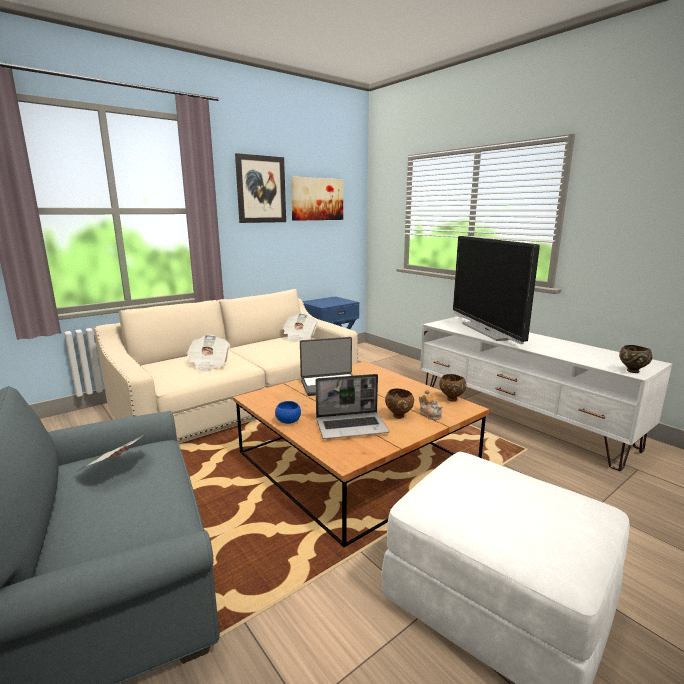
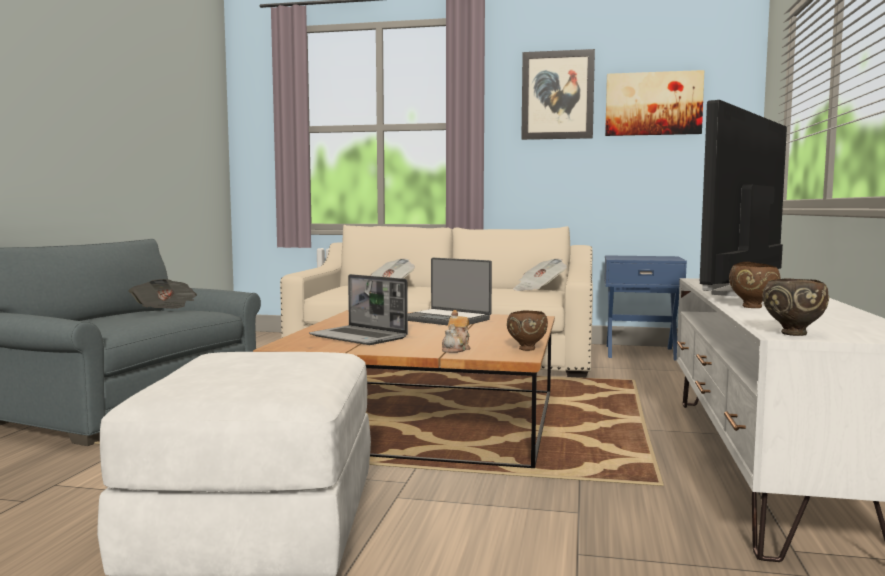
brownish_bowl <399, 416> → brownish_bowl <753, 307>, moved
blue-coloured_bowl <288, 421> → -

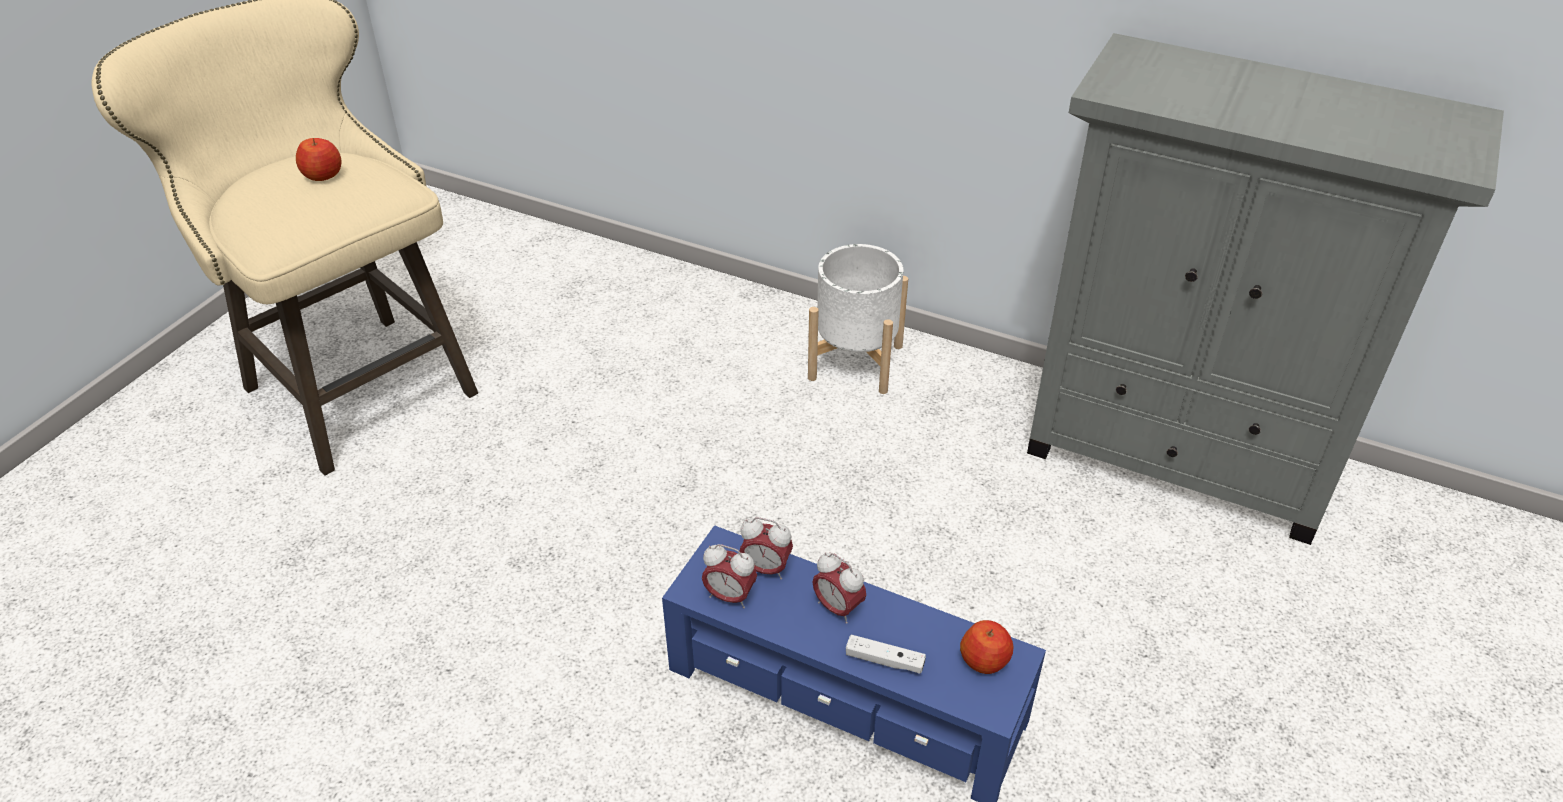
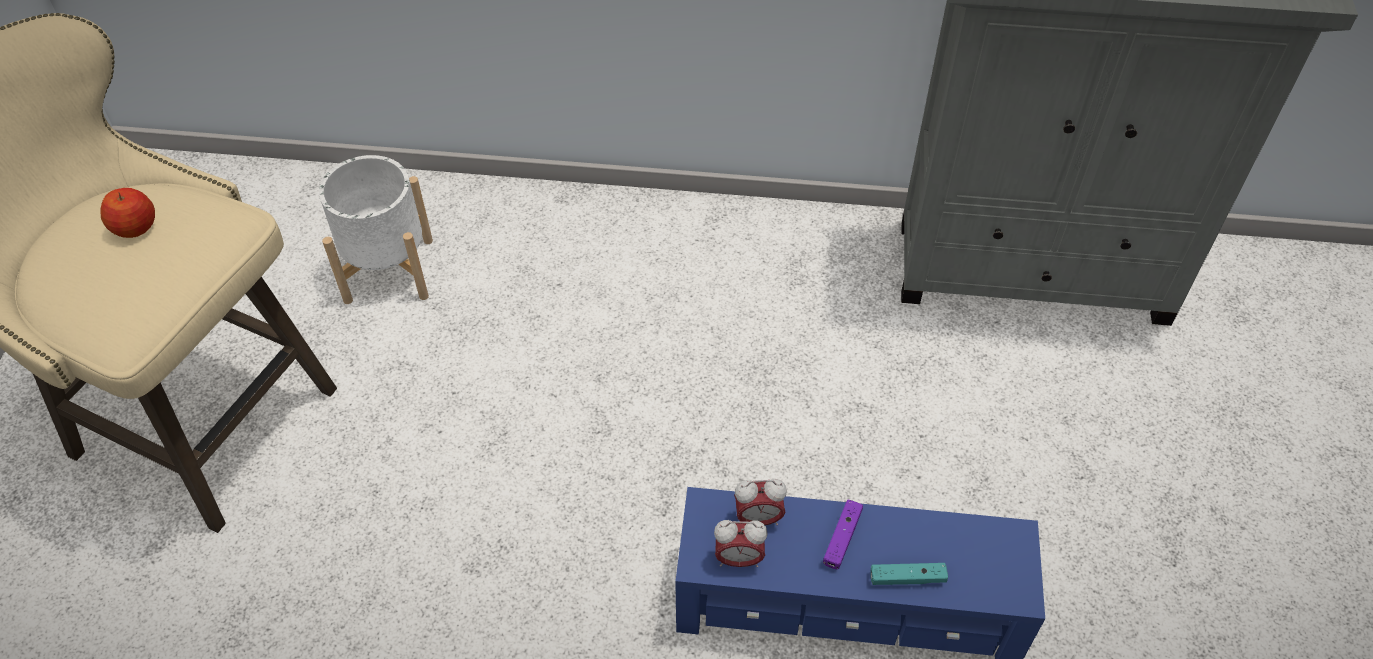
white_flower_pot <856, 362> → white_flower_pot <389, 270>, moved
table_clock <837, 608> → purple_gamepad <842, 538>
apple_fruit <985, 660> → -
white_gamepad <884, 660> → blue-green_gamepad <907, 578>

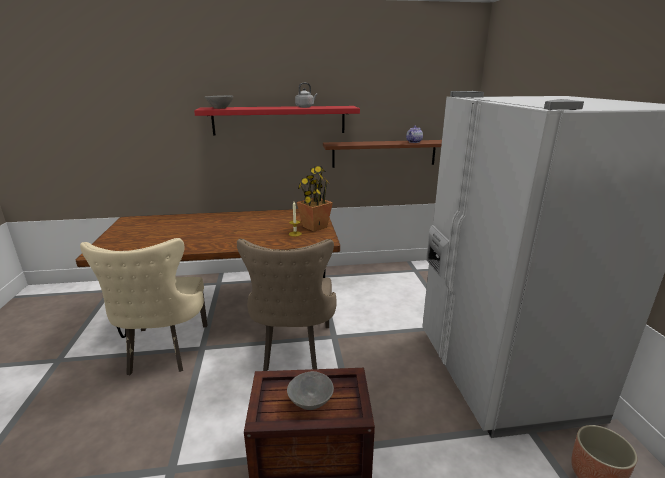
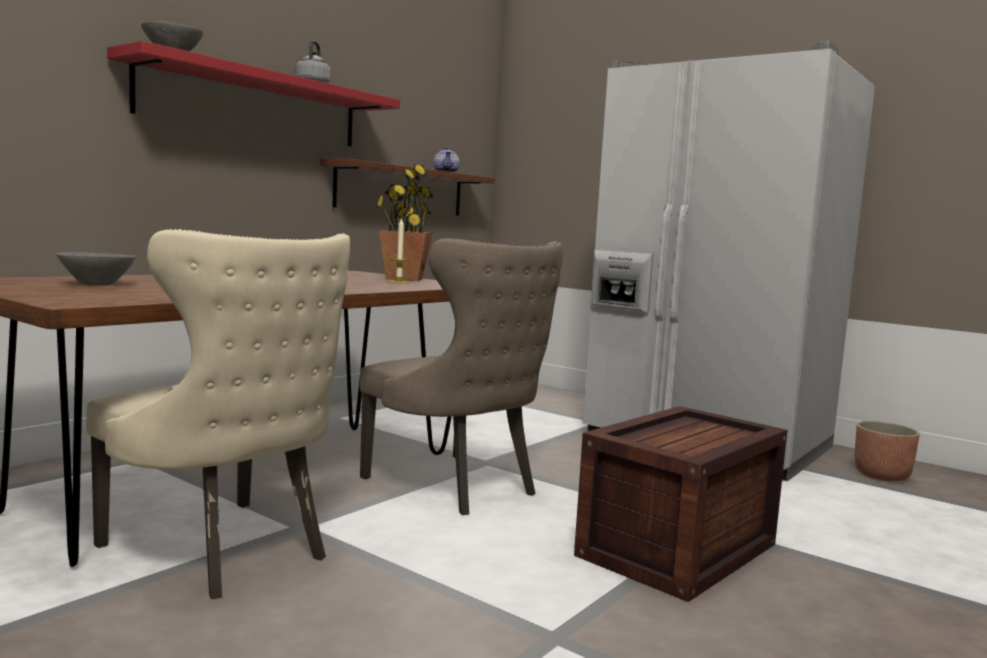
grey_bowl <311, 402> → grey_bowl <97, 284>, moved

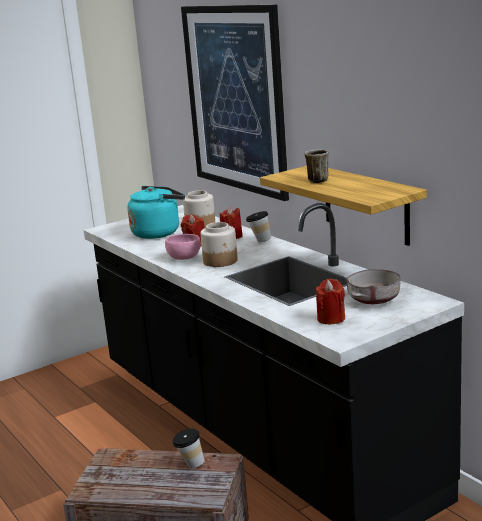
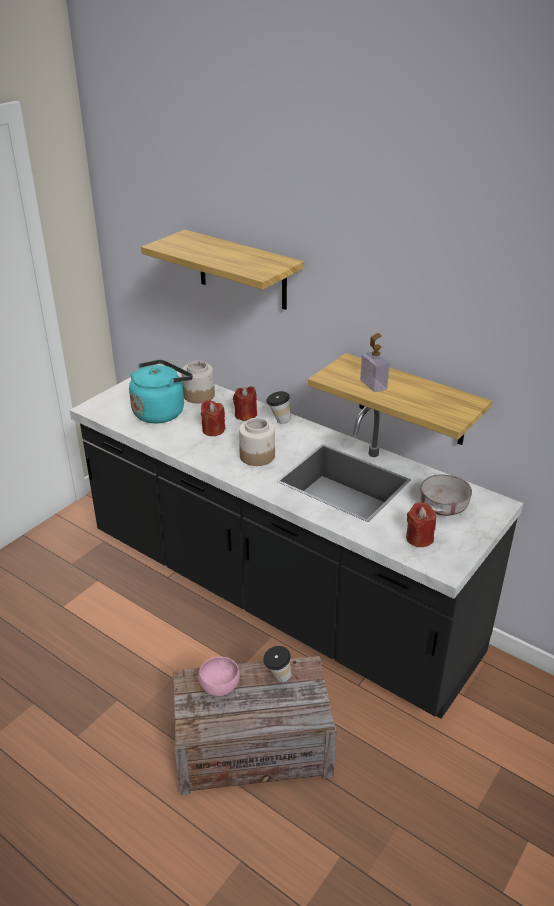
picture <235, 99> → wall_shelf <242, 270>
mug <317, 180> → liquid_soap_bottle <373, 385>
pink_bowl <184, 258> → pink_bowl <219, 687>, moved

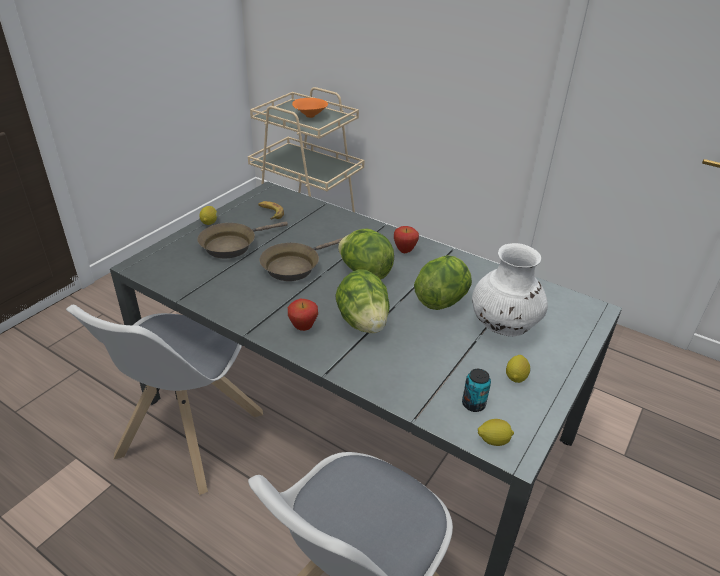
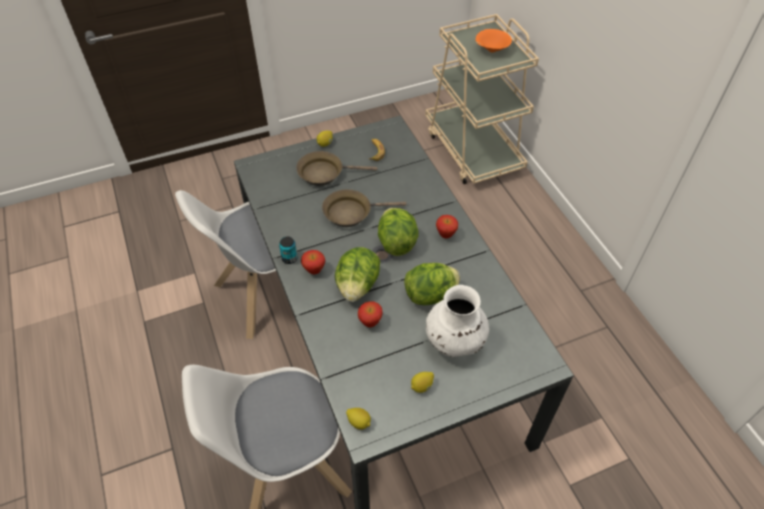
metal_can <473, 404> → metal_can <289, 258>, moved
- → apple_fruit <370, 323>

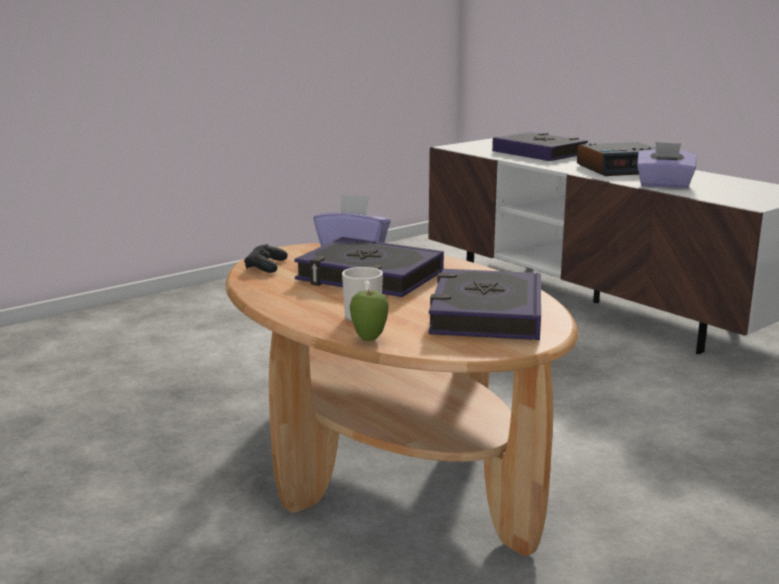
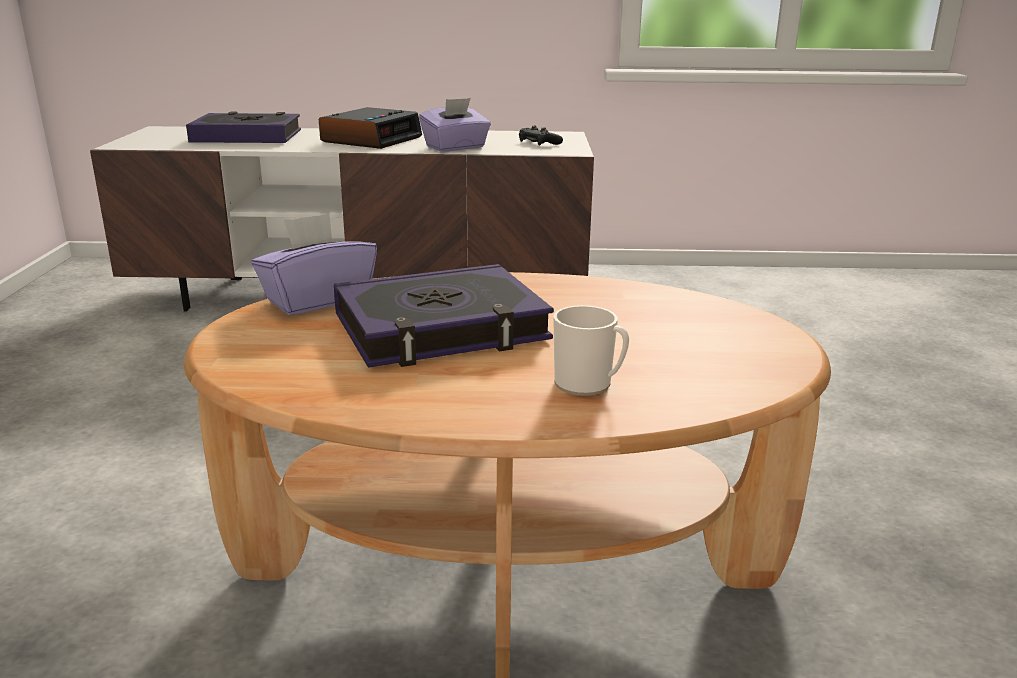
black-coloured_gamepad <266, 266> → black-coloured_gamepad <539, 143>, moved
book <486, 315> → -
apple_fruit <369, 339> → -

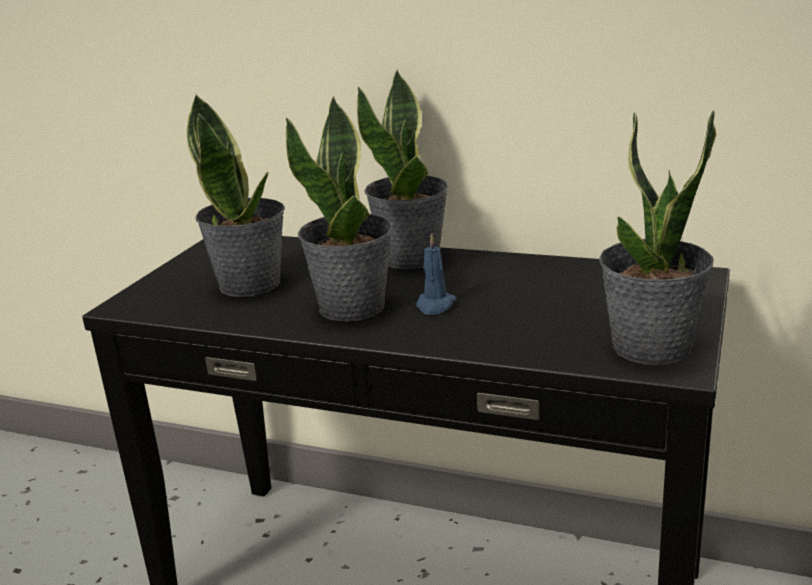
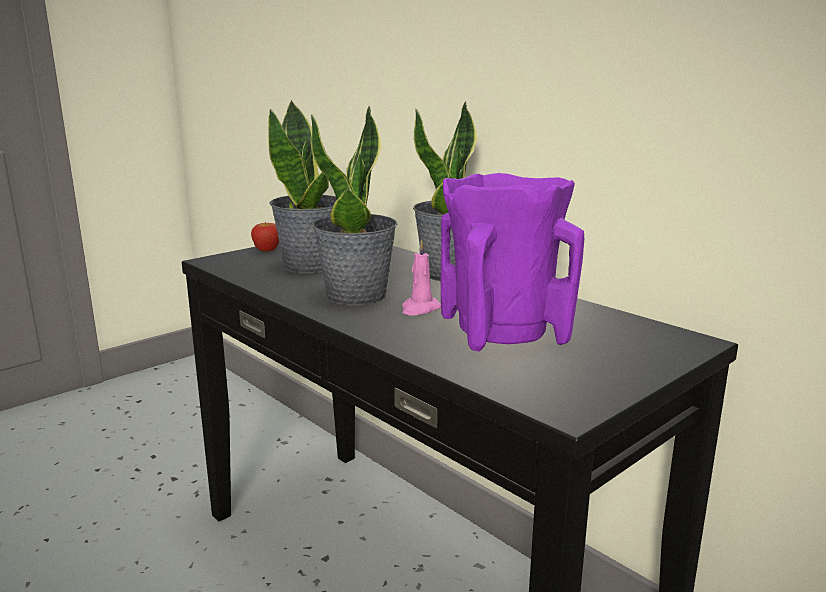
potted_plant <651, 347> → -
blue-coloured_wax_light <435, 305> → pink_wax_light <420, 309>
- → purple_decorative_vase <504, 332>
- → apple_fruit <267, 250>

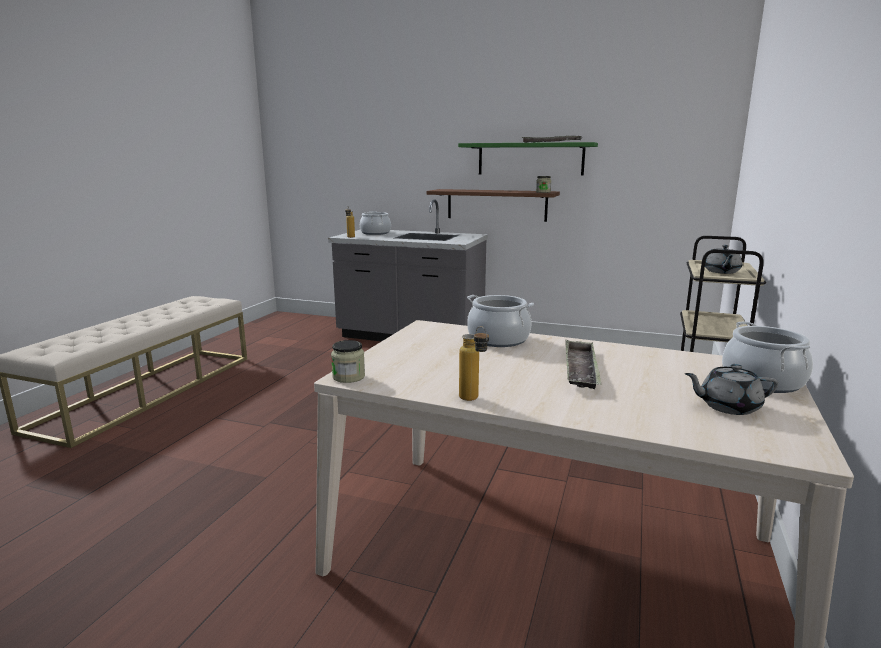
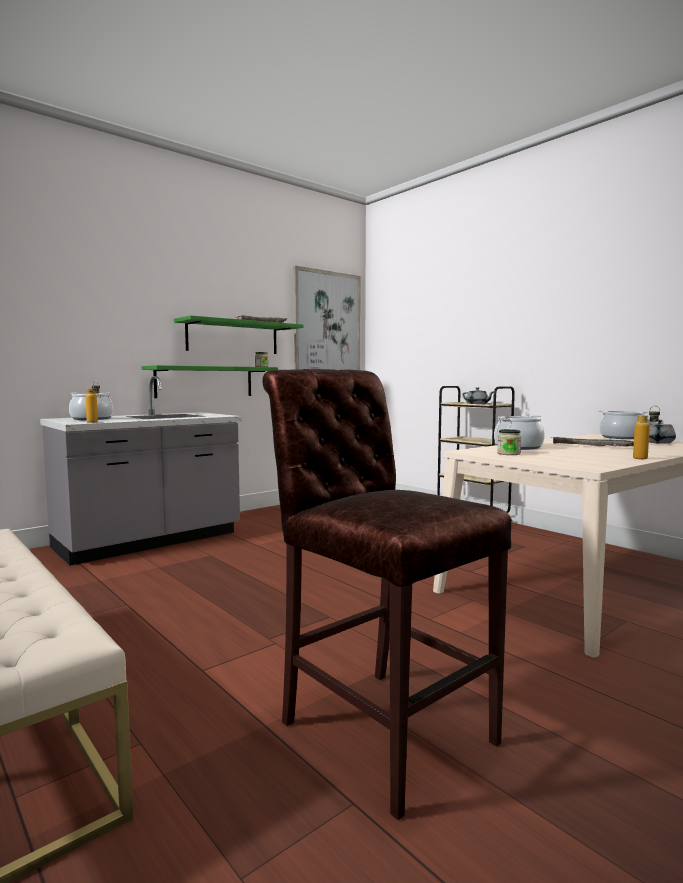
brownish_wall_shelf <496, 205> → green_wall_shelf <205, 382>
storage_jar <348, 377> → storage_jar <508, 453>, moved
- → picture <327, 327>
- → brownish_stool <379, 725>

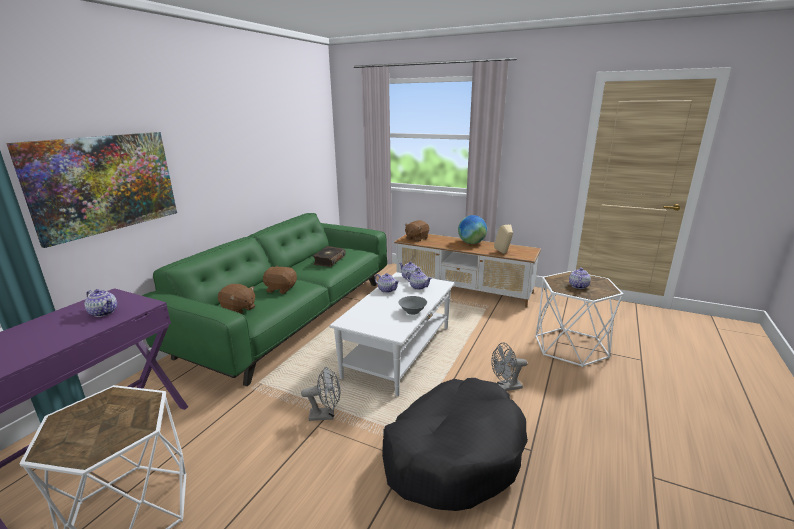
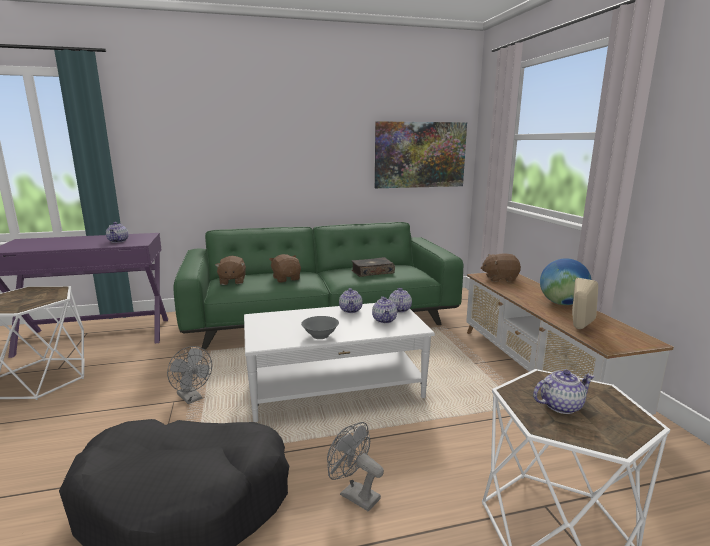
picture <104, 184> → picture <420, 155>, moved

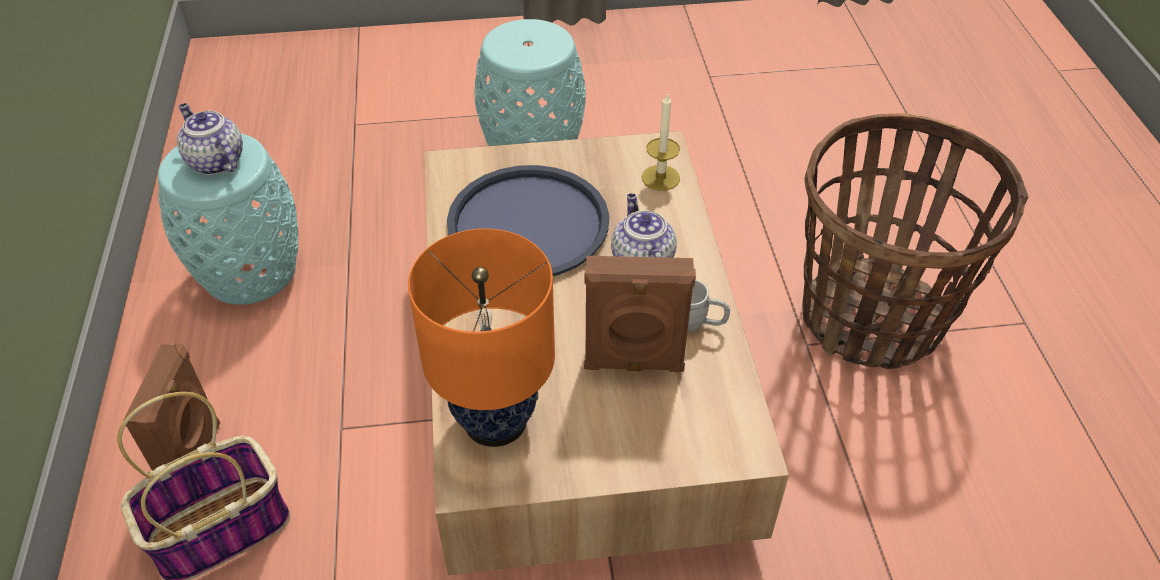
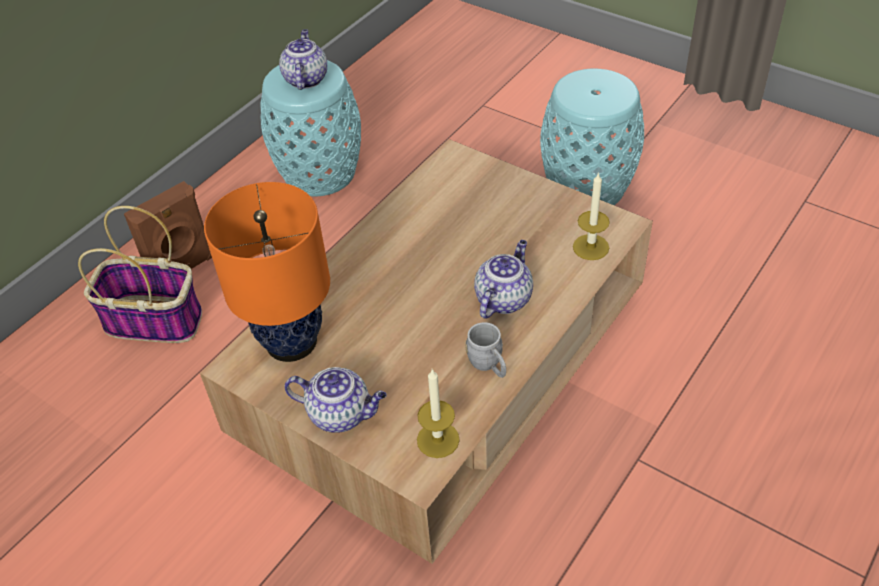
storage_basket <871, 318> → -
blue-coloured_serving_tray <528, 224> → -
brownish_speaker <633, 364> → -
- → tea_pot <341, 414>
- → wax_light <438, 439>

